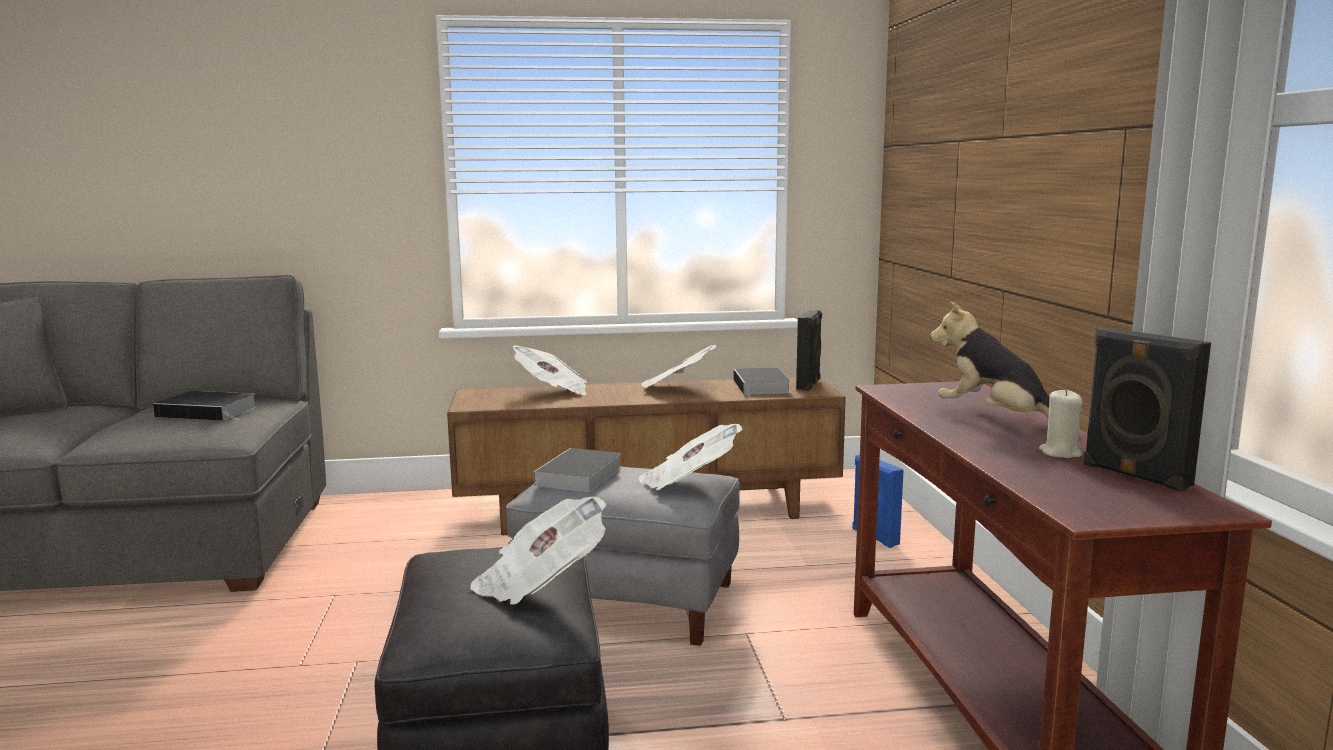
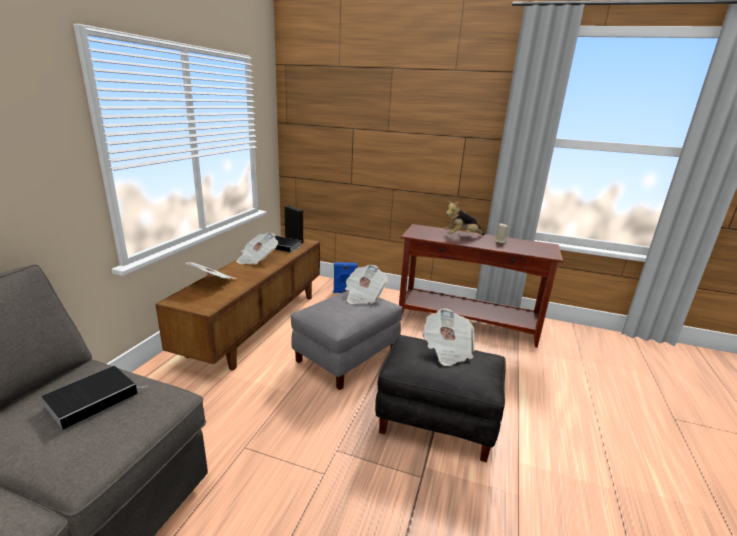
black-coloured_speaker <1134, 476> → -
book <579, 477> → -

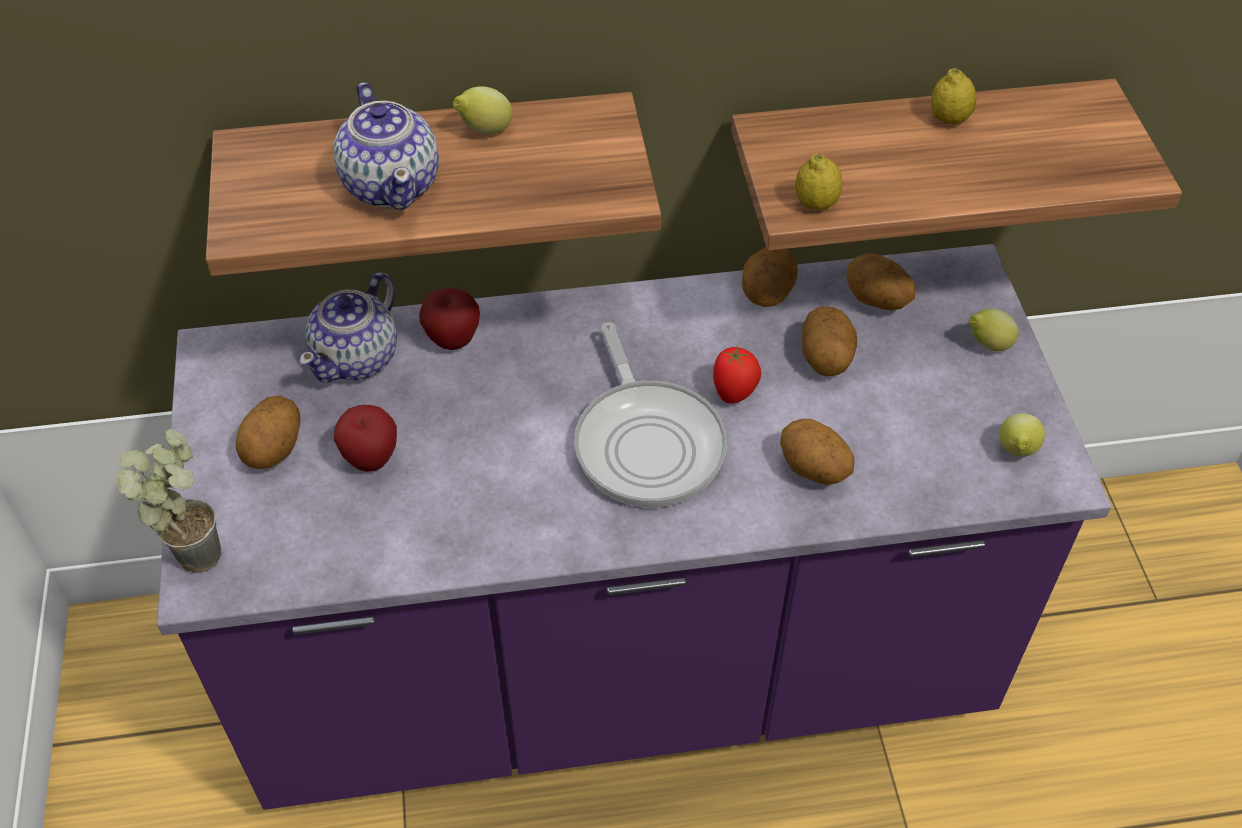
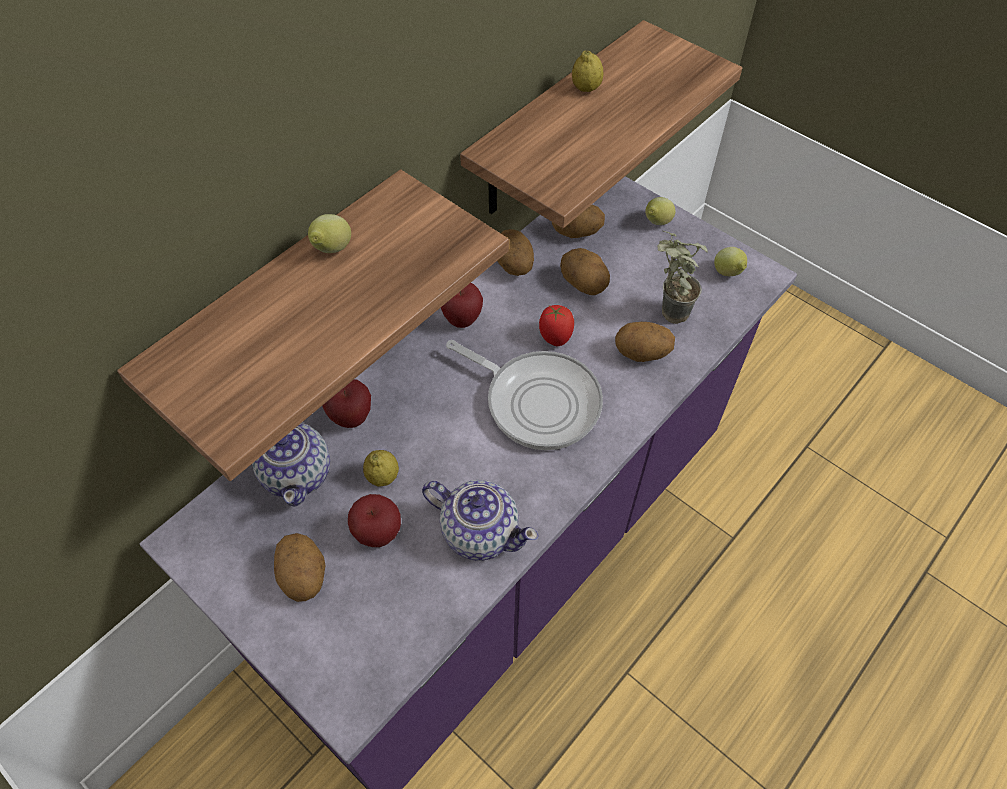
tea_pot <392, 184> → tea_pot <479, 531>, moved
citrus_fruit <816, 203> → citrus_fruit <383, 477>, moved
potted_plant <195, 546> → potted_plant <666, 311>, moved
- → apple_fruit <462, 319>

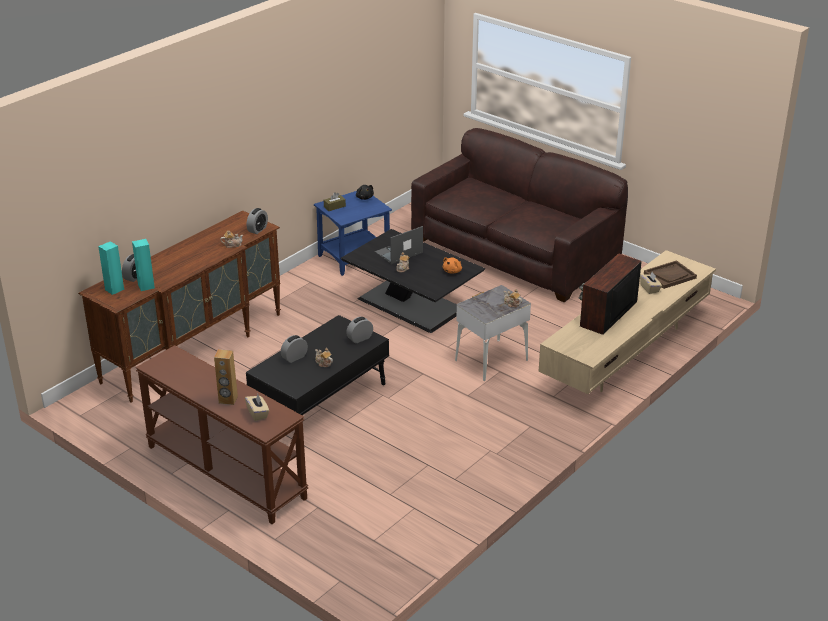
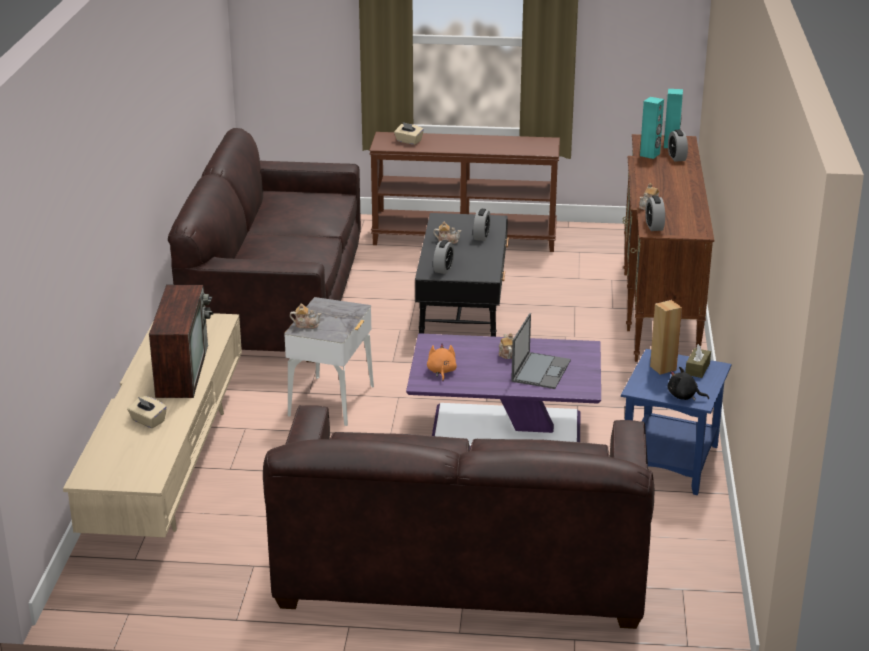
black-coloured_lounge_table <413, 304> → purple_lounge_table <503, 429>
brownish_serving_tray <670, 276> → -
brownish_speaker <228, 400> → brownish_speaker <663, 368>, moved
- → brownish_settee <277, 298>

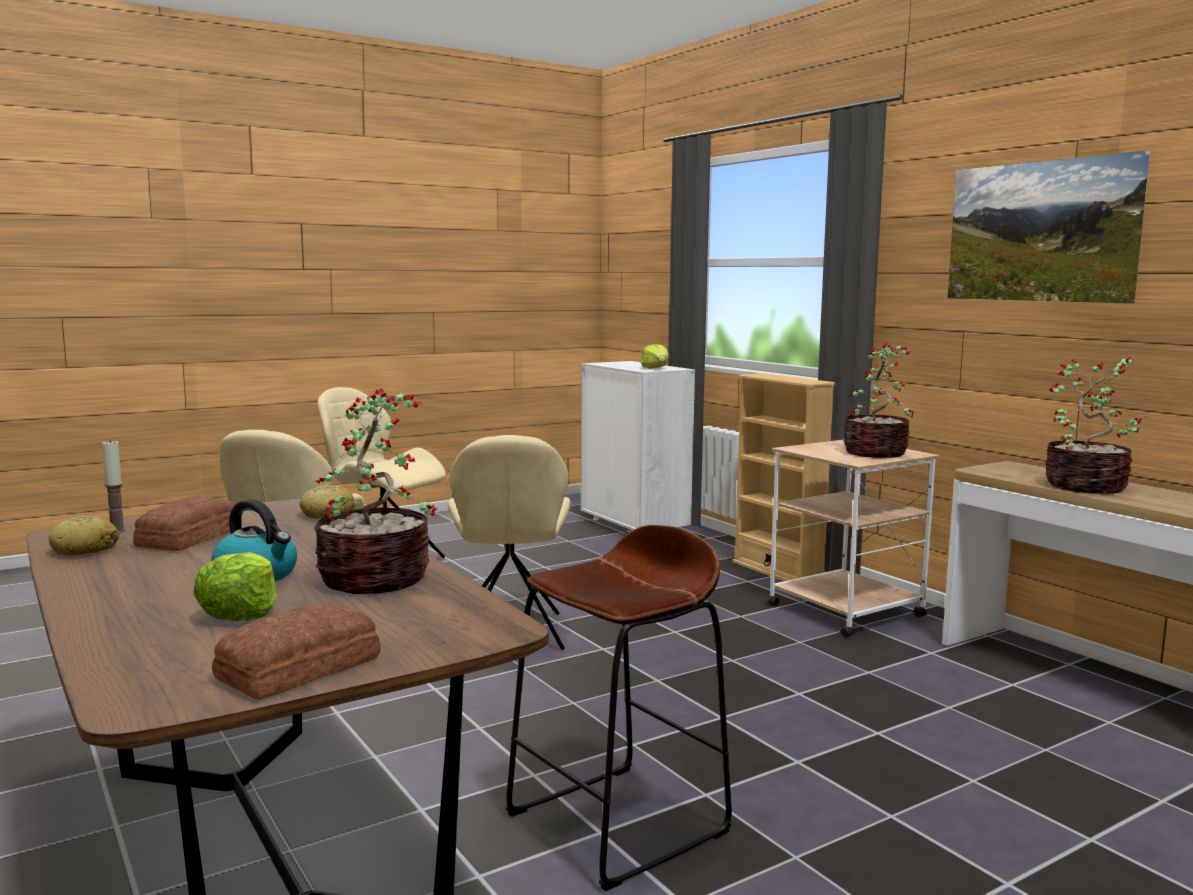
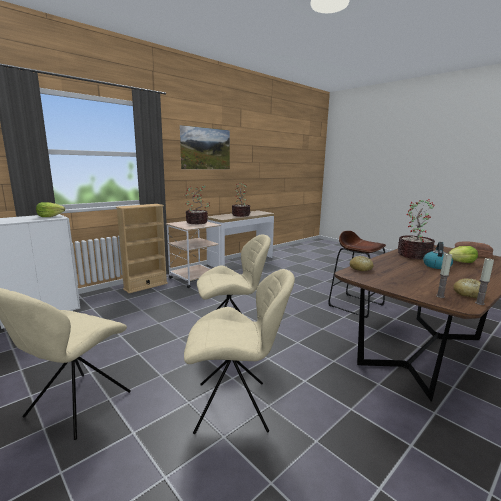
bakery_bread <187, 538> → -
- → wax_light <479, 303>

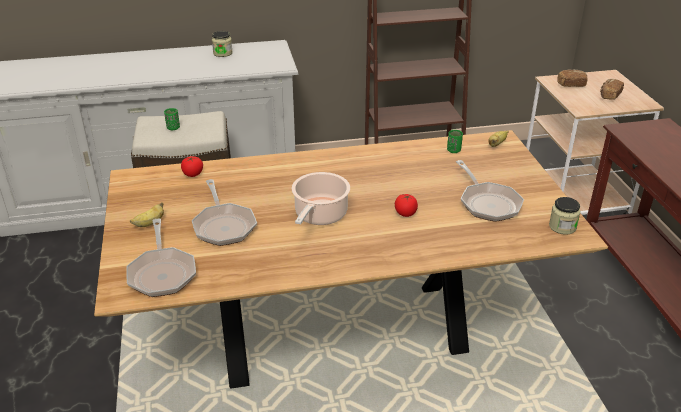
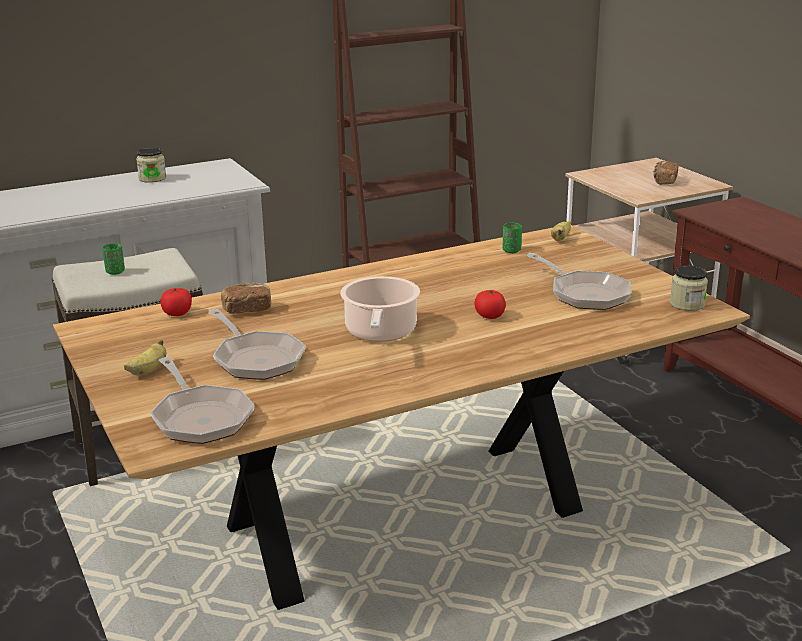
bakery_bread <571, 85> → bakery_bread <247, 310>, moved

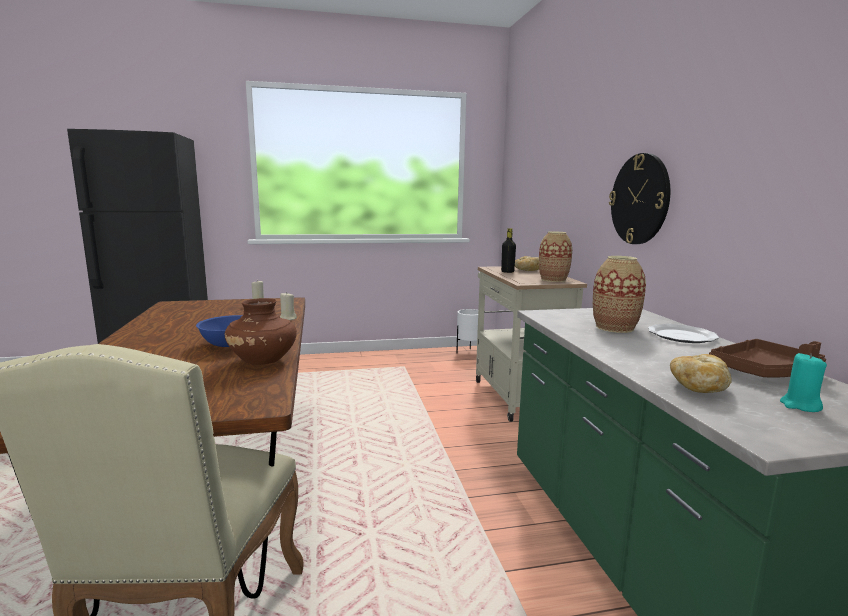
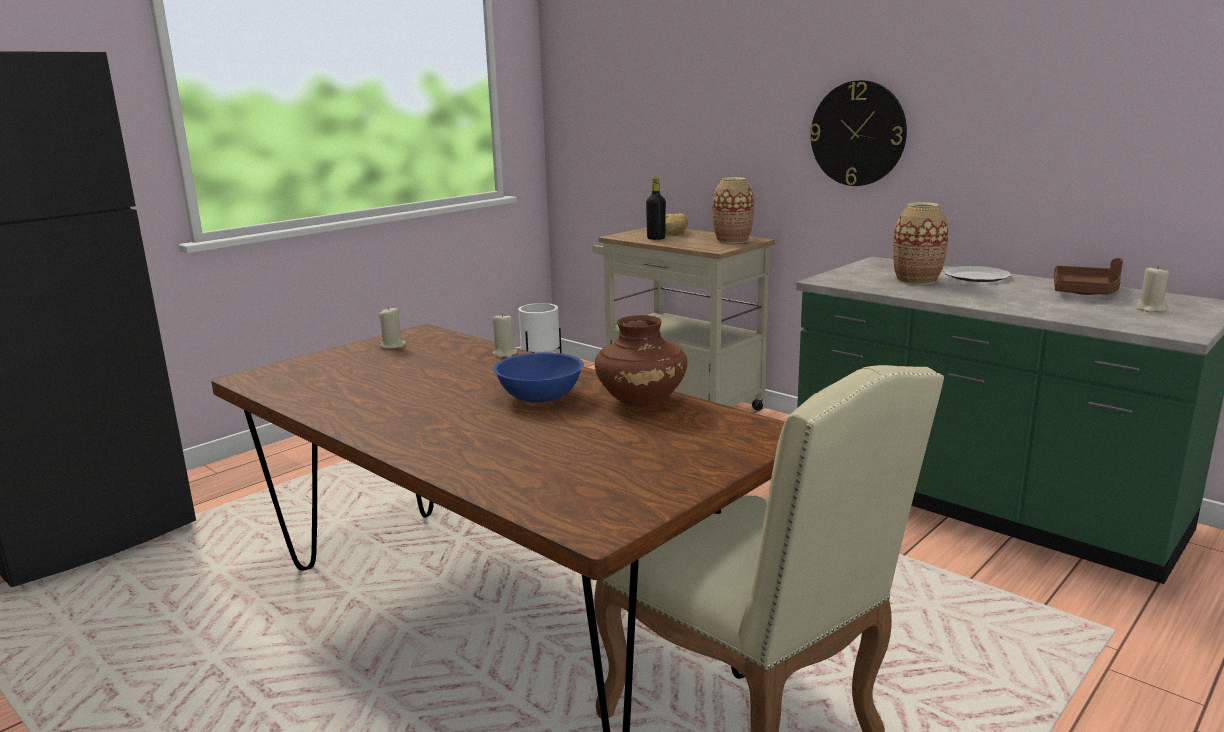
blue-green_wax_light <800, 406> → sand-coloured_wax_light <1150, 309>
bakery_bread <698, 387> → -

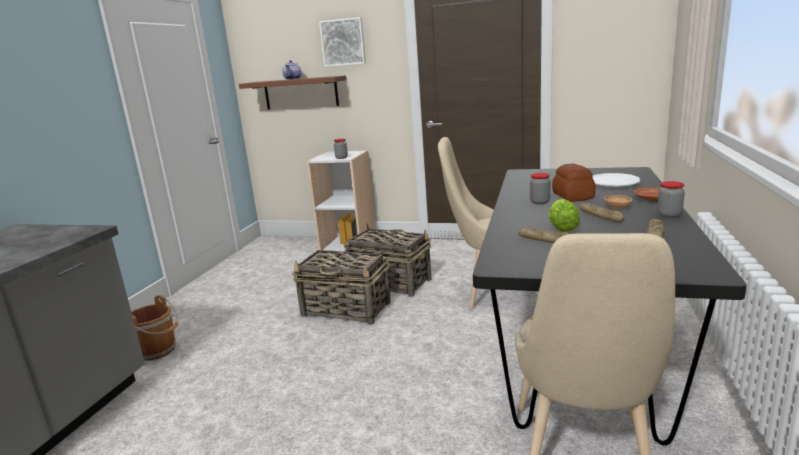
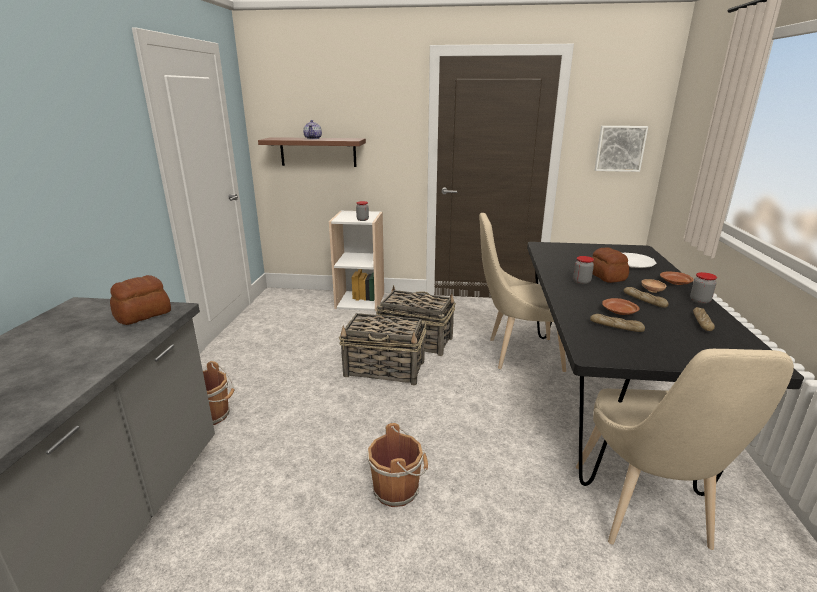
picture <343, 42> → picture <619, 148>, moved
head_of_lettuce <561, 227> → brownish_plate <619, 312>
- → bakery_bread <144, 315>
- → brownish_bucket <398, 489>

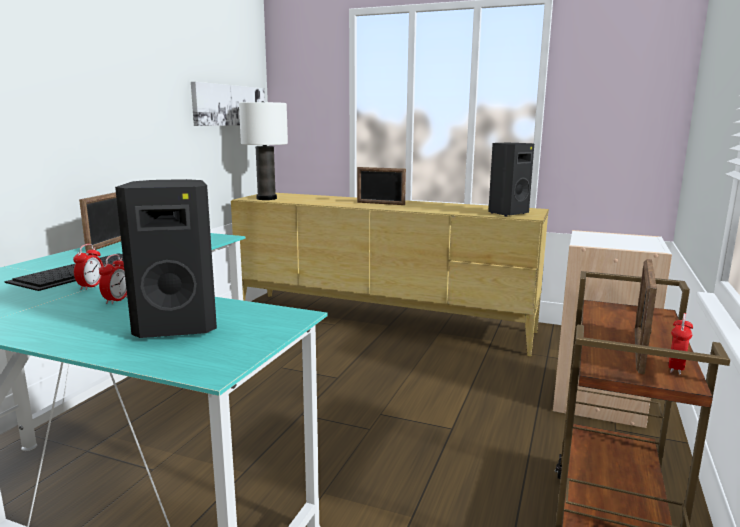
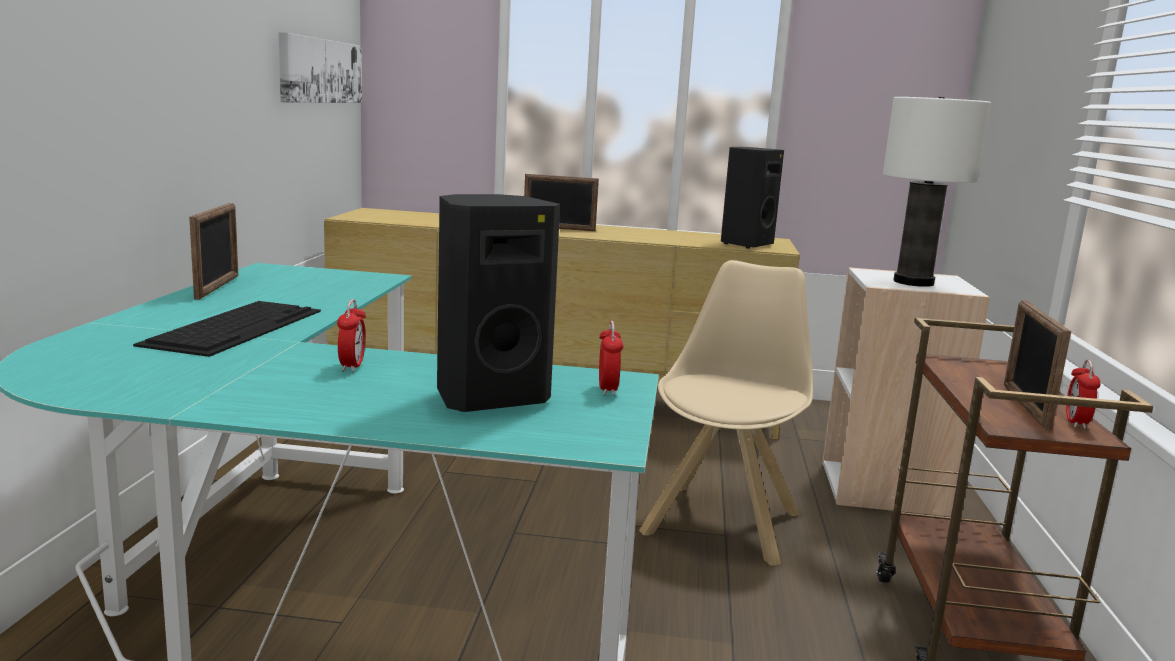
white_tabletop_lamp <266, 198> → white_tabletop_lamp <913, 282>, moved
table_clock <91, 286> → table_clock <607, 390>, moved
- → sand-coloured_upright_chair <723, 521>

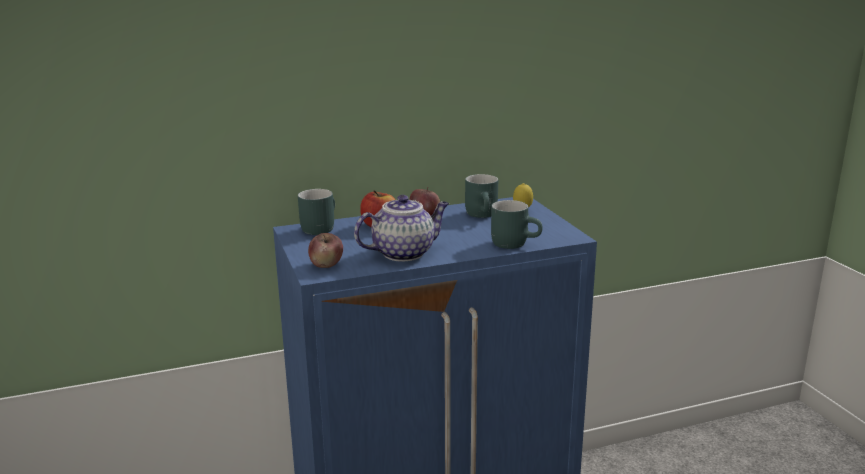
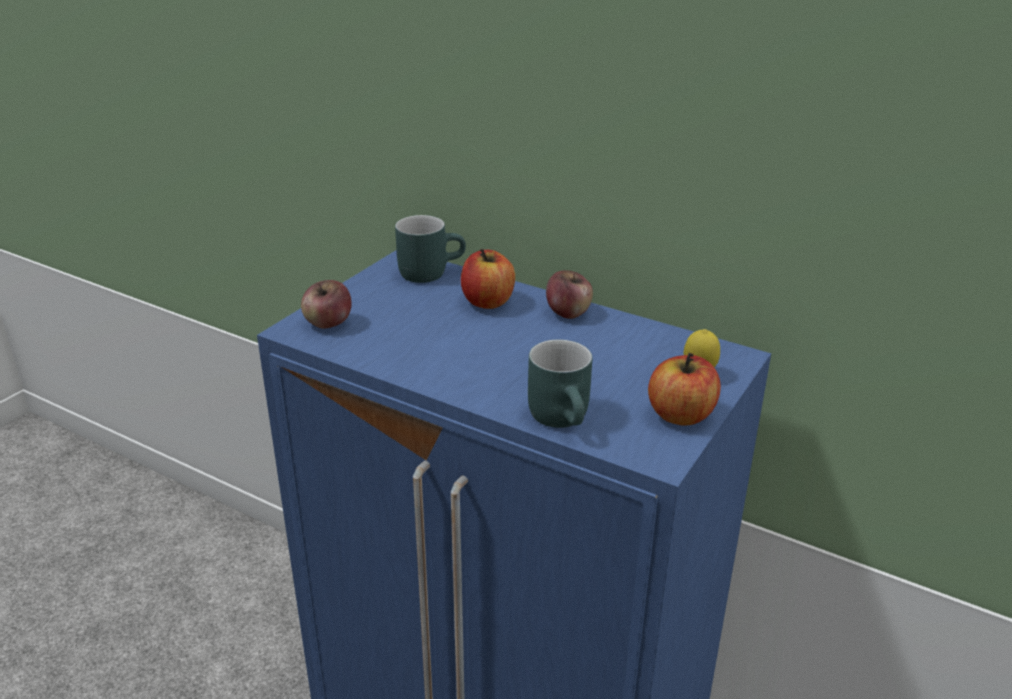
blue-green_mug <484, 215> → -
tea_pot <404, 253> → -
- → apple_fruit <681, 415>

